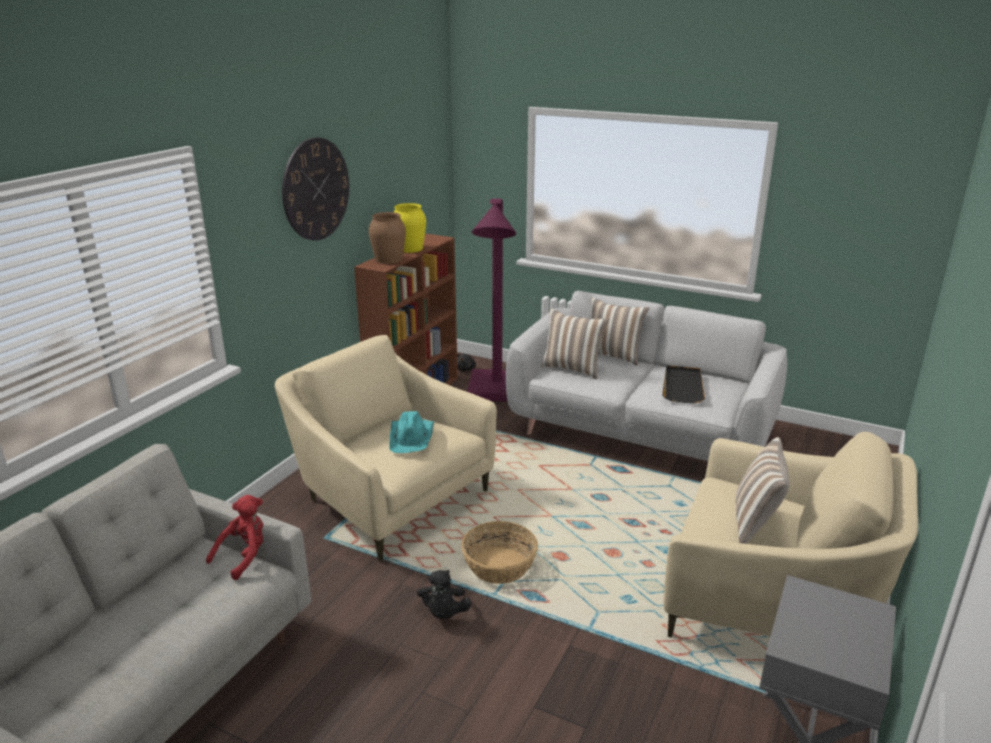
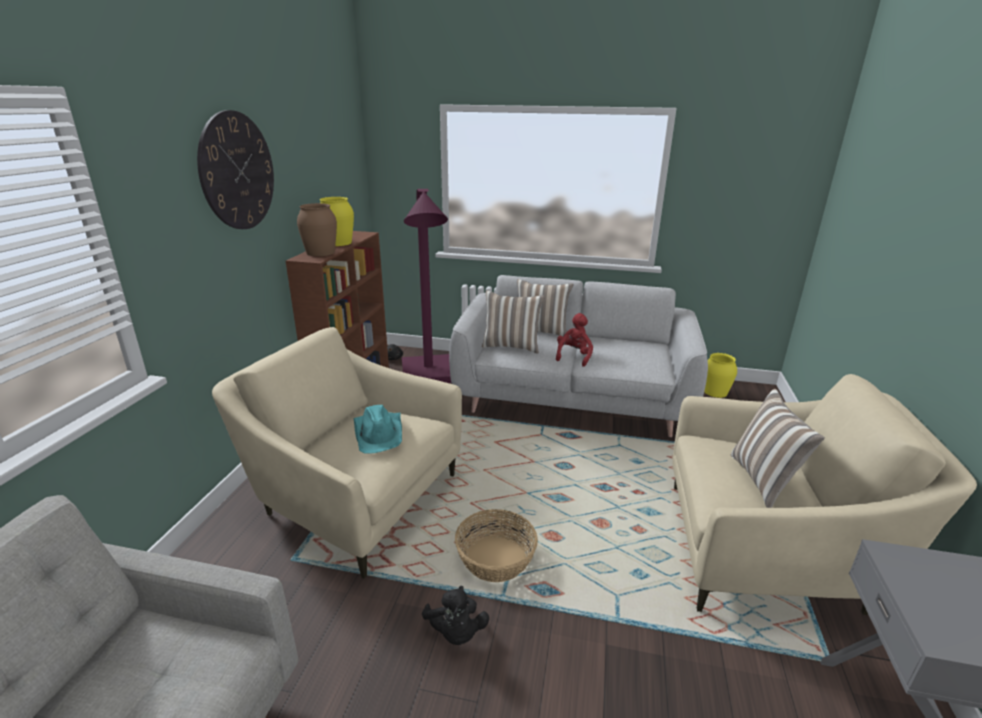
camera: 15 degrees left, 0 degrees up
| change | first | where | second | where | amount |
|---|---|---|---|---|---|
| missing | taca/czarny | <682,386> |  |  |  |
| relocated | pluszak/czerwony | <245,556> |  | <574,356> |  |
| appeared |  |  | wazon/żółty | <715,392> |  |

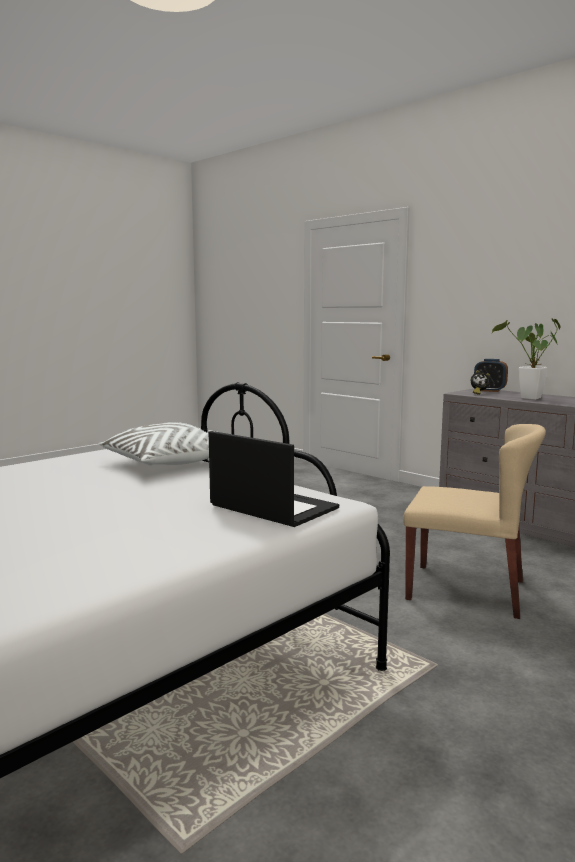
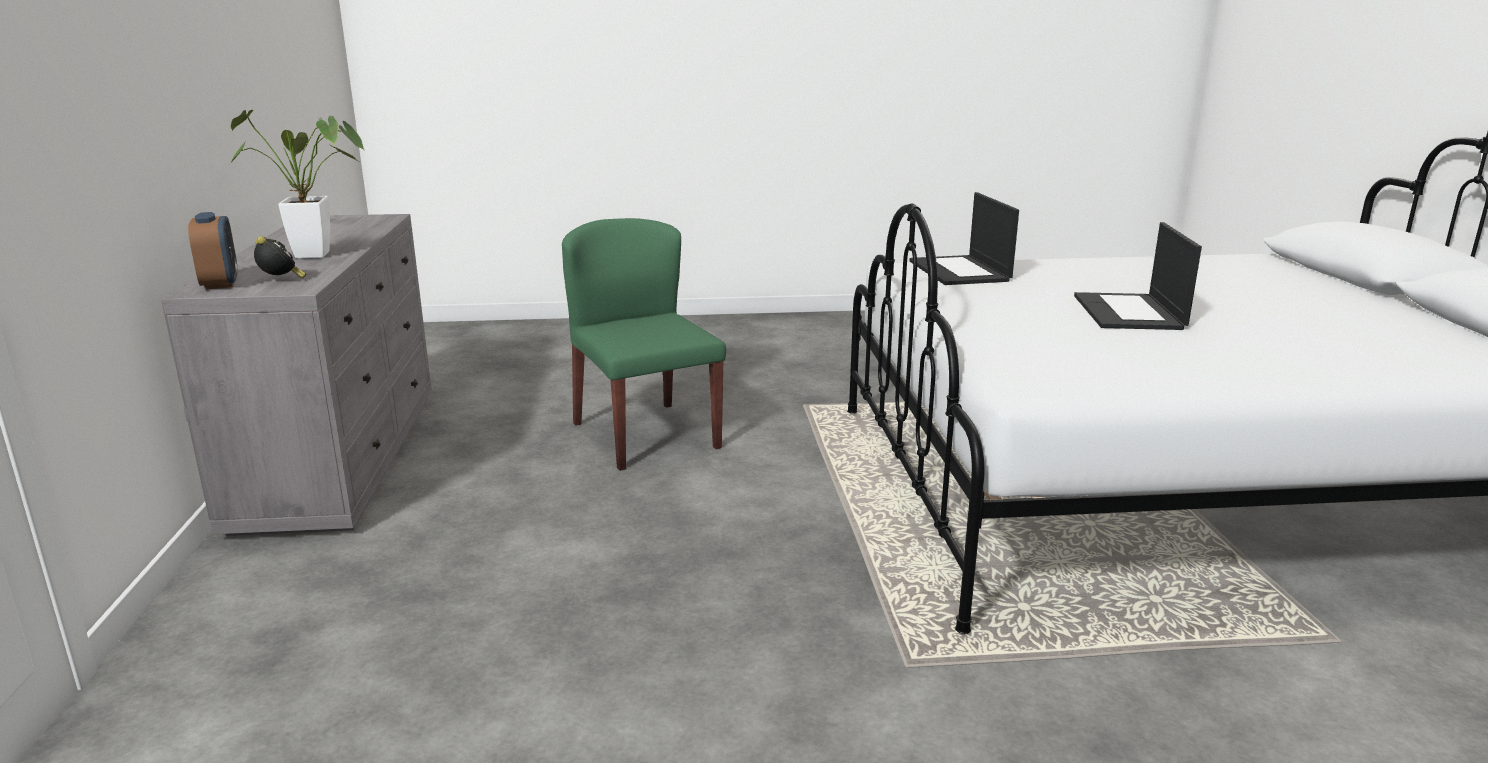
camera: 140 degrees left, 10 degrees up
| change | first | where | second | where | amount |
|---|---|---|---|---|---|
| missing | poduszka/biały | <164,464> |  |  |  |
| colour | krzesło/beżowy | <467,590> | krzesło/zielony | <645,434> |  |
| appeared |  |  | laptop | <1130,313> |  |

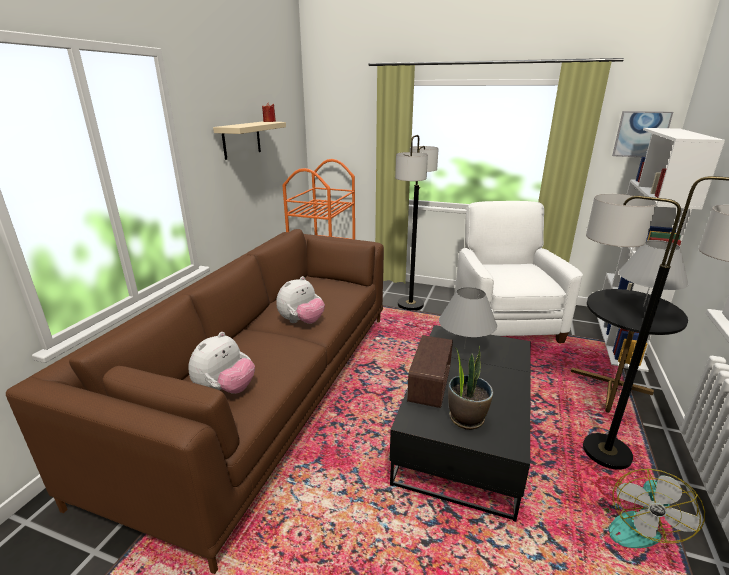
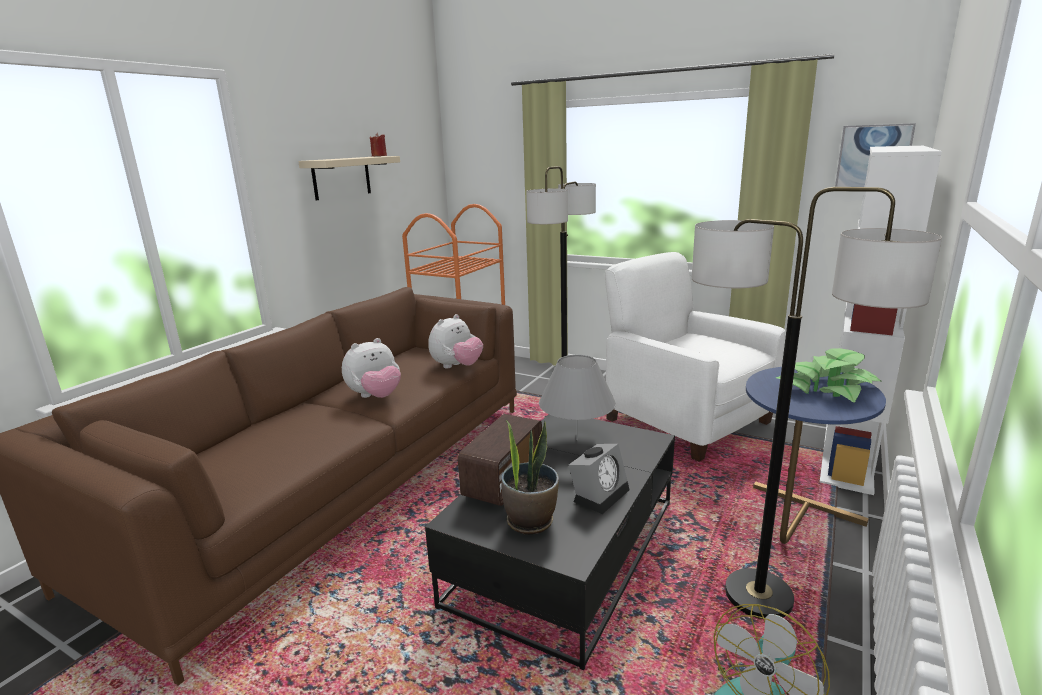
camera: 10 degrees right, 5 degrees down
| change | first | where | second | where | amount |
|---|---|---|---|---|---|
| spun | fotel/biały | <504,322> |  | <685,420> | 45 degrees counterclockwise |
| exchanged | lampa stołowa/szary | <643,306> | roślina doniczkowa | <827,388> |  |
| colour | stolik/czarny | <607,400> | stolik/niebieski | <793,527> |  |
| relocated | pluszak | <225,389> |  | <457,366> |  |
| appeared |  |  | budzik | <600,493> |  |

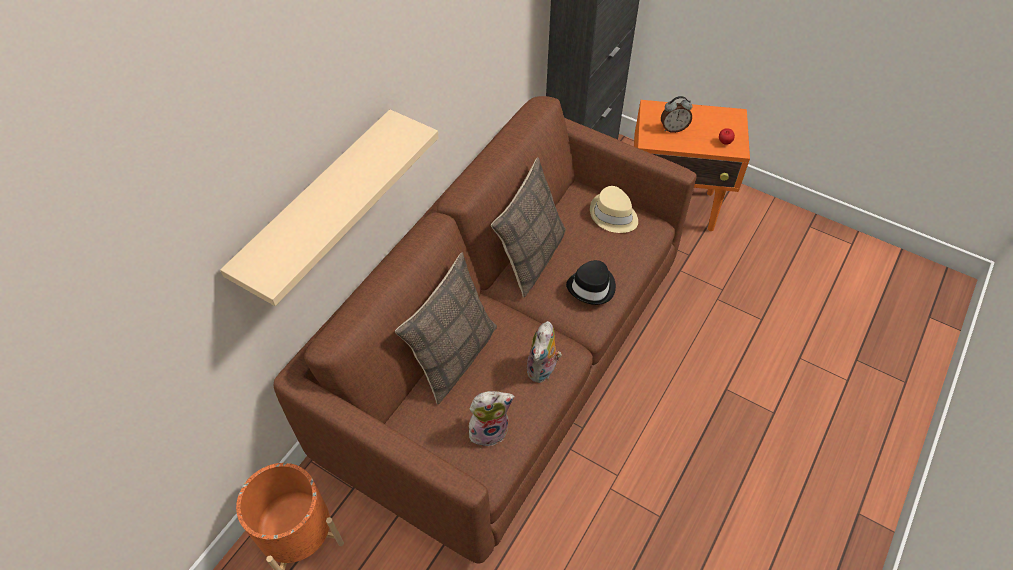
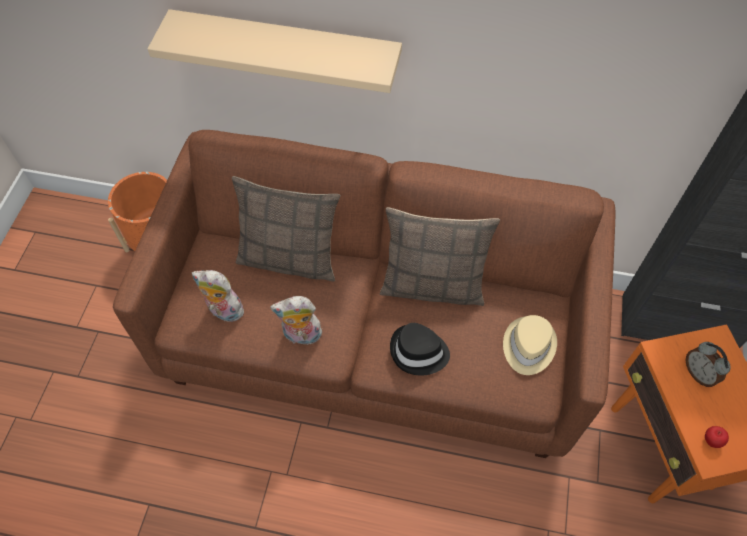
camera: 70 degrees right, 5 degrees up
| change | first | where | second | where | amount |
|---|---|---|---|---|---|
| spun | pluszak | <489,429> |  | <223,311> | 150 degrees clockwise |

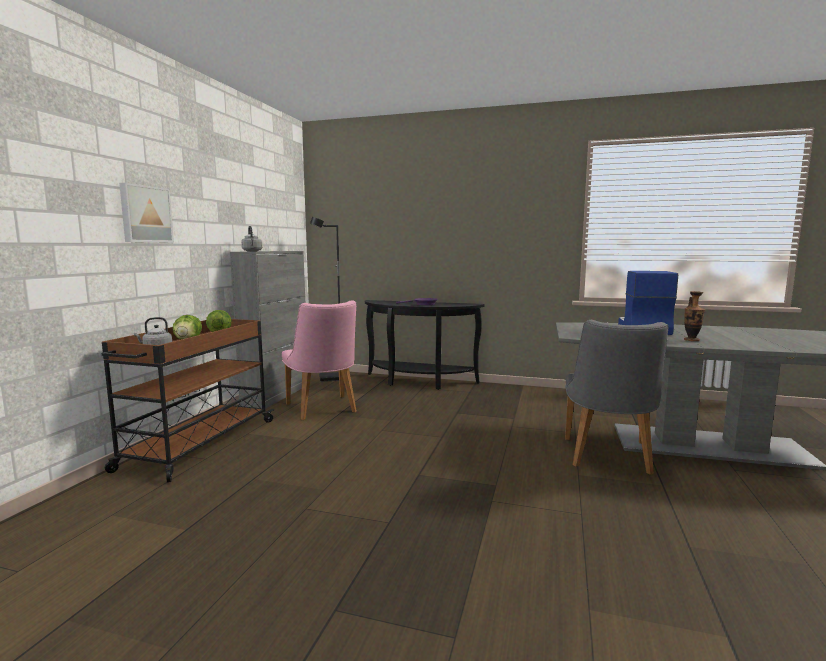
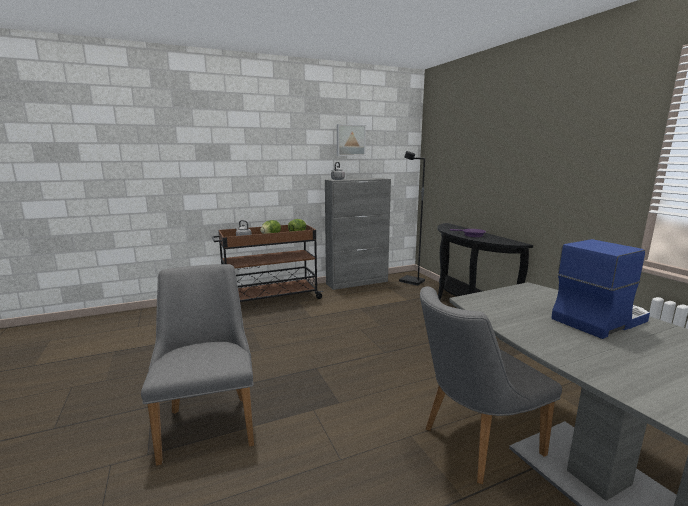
camera: 50 degrees right, 5 degrees up
| change | first | where | second | where | amount |
|---|---|---|---|---|---|
| relocated | obraz | <145,214> |  | <350,140> |  |
| missing | wazon | <691,340> |  |  |  |
| missing | krzesło/różowy | <324,409> |  |  |  |
| appeared |  |  | krzesło/szary | <209,420> |  |

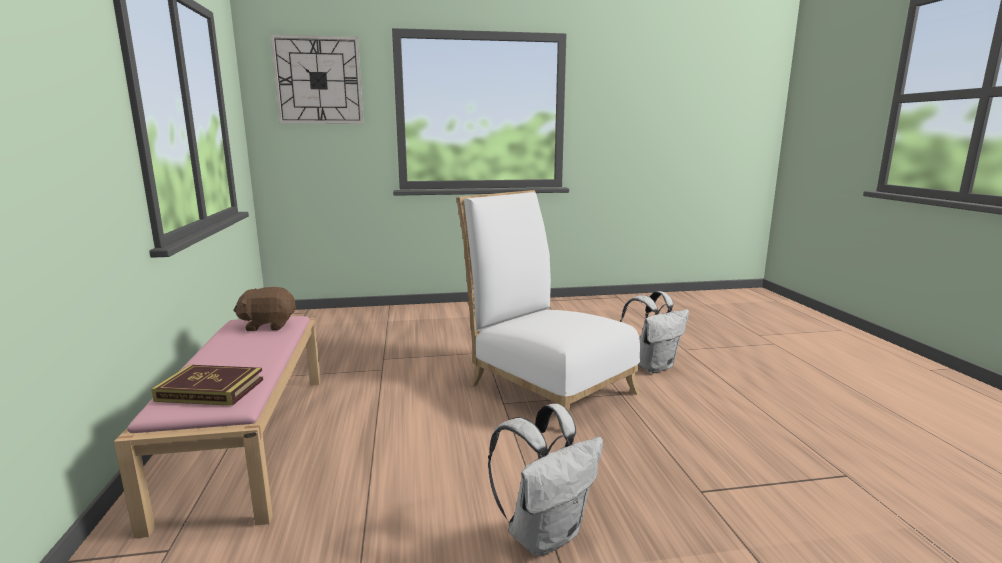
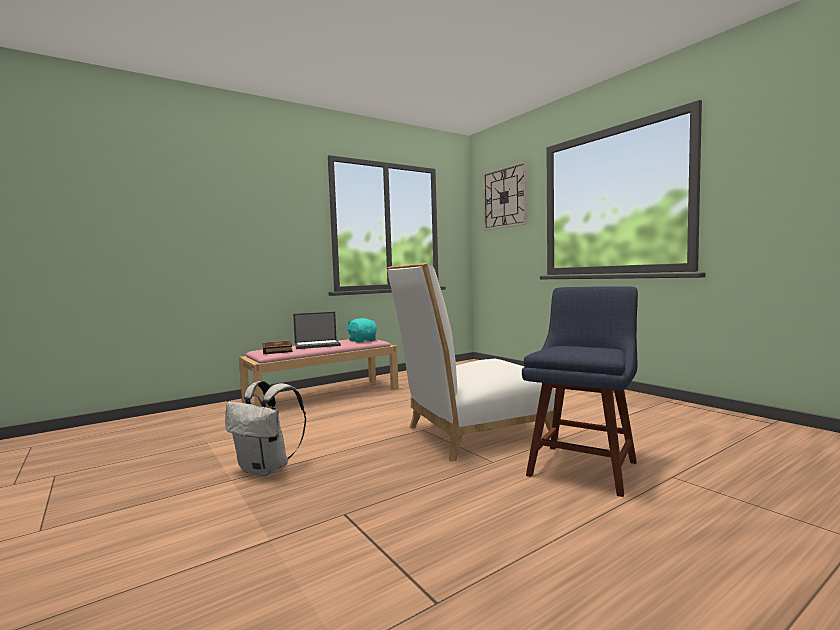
camera: 65 degrees right, 10 degrees down
| change | first | where | second | where | amount |
|---|---|---|---|---|---|
| spun | krzesło/biały | <545,385> |  | <471,434> | 135 degrees counterclockwise |
| colour | pluszak/brązowy | <268,325> | pluszak/turkusowy | <362,340> |  |
| exchanged | plecak/biały | <652,366> | krzesło/niebieski | <584,466> |  |
| appeared |  |  | laptop | <318,345> |  |

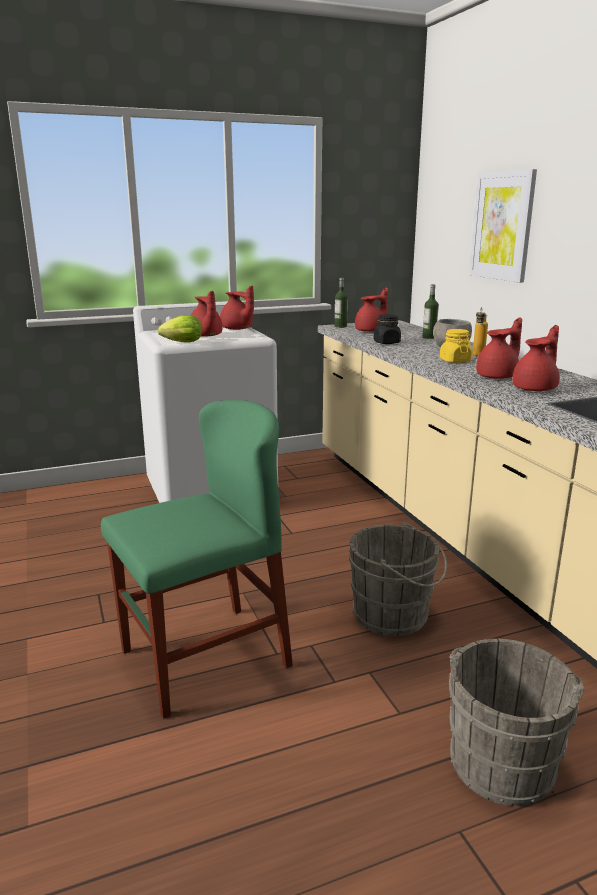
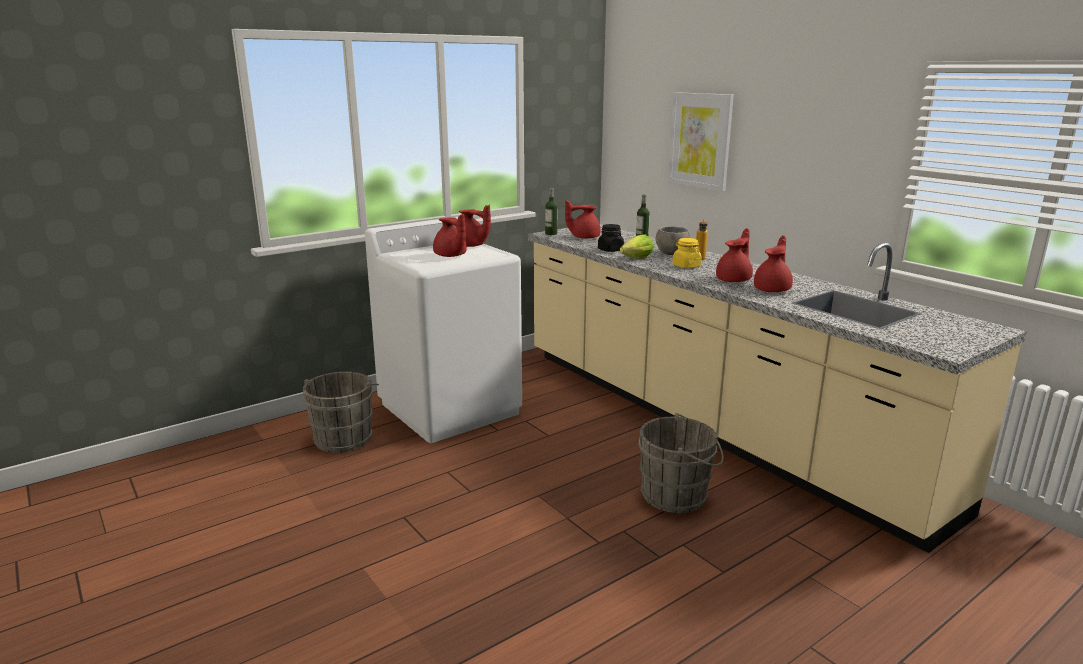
camera: 15 degrees left, 0 degrees up
| change | first | where | second | where | amount |
|---|---|---|---|---|---|
| spun | imbryk/czerwony | <371,330> |  | <584,237> | 135 degrees counterclockwise |
| relocated | sałata | <180,343> |  | <635,259> |  |
| missing | krzesło/zielony | <205,658> |  |  |  |
| relocated | wiadro/szary | <502,759> |  | <345,437> |  |

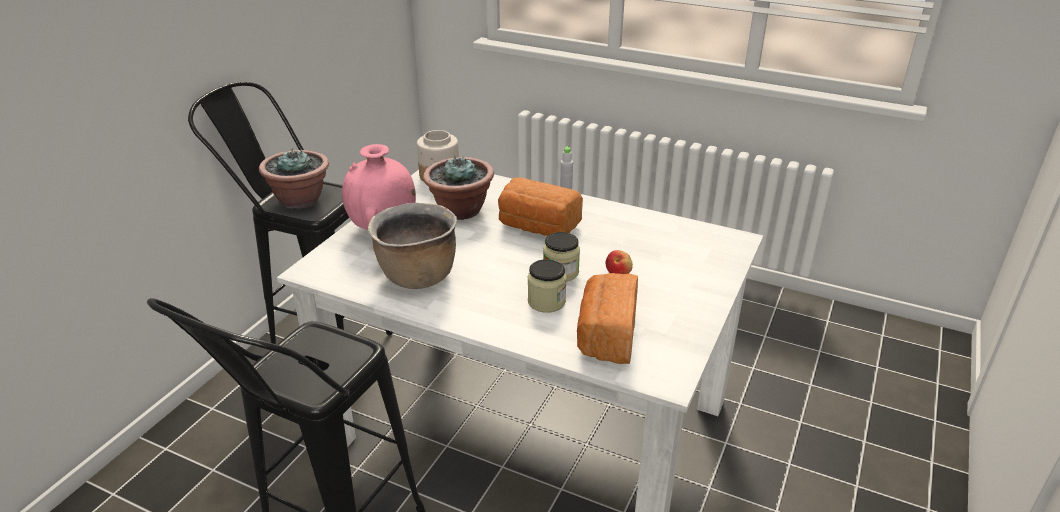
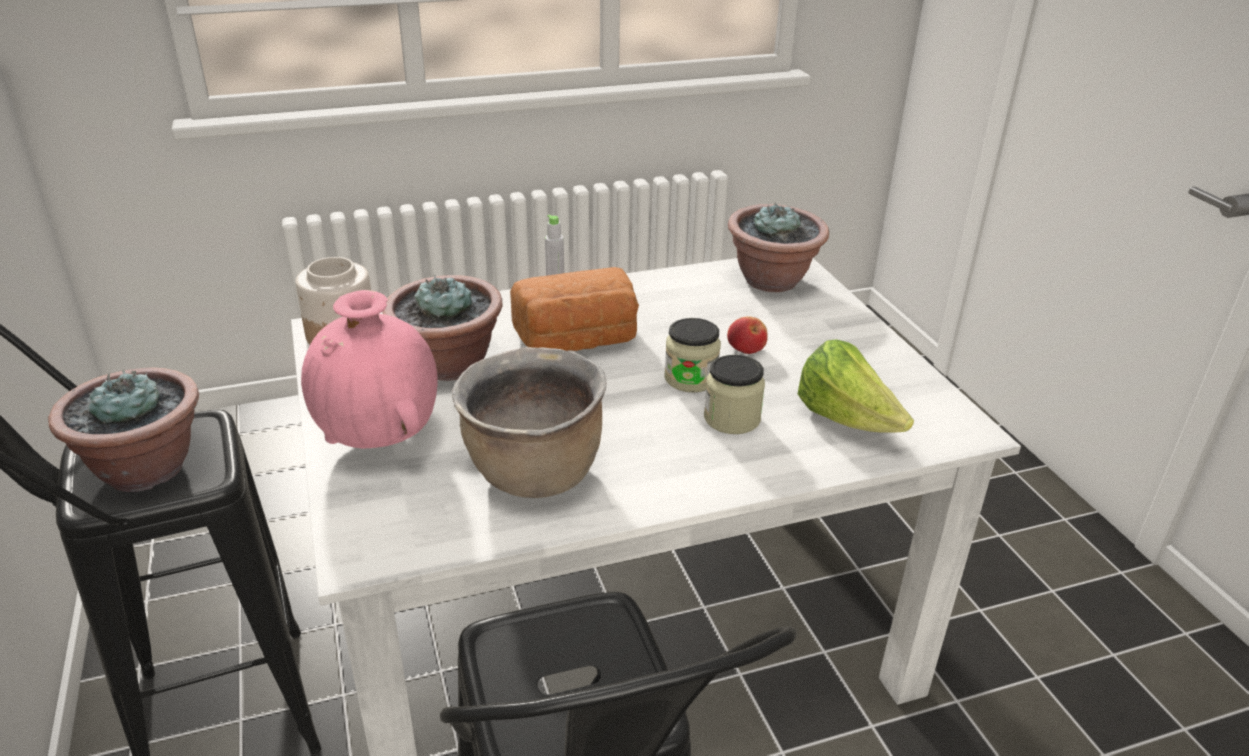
camera: 45 degrees left, 0 degrees up
| change | first | where | second | where | amount |
|---|---|---|---|---|---|
| exchanged | chleb | <606,335> | sałata | <846,420> |  |
| appeared |  |  | roślina doniczkowa | <772,280> |  |

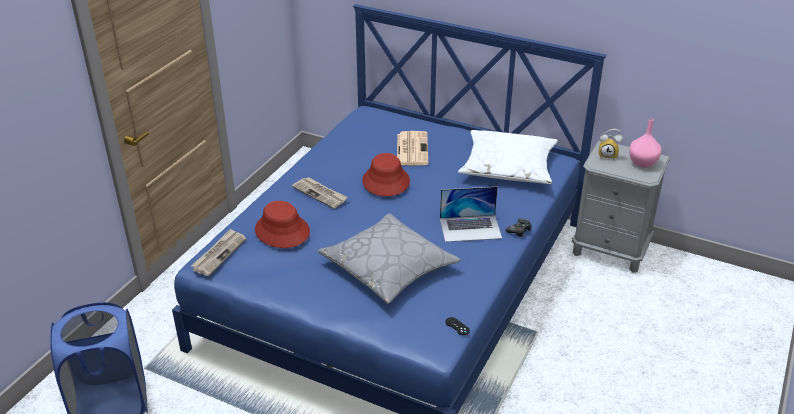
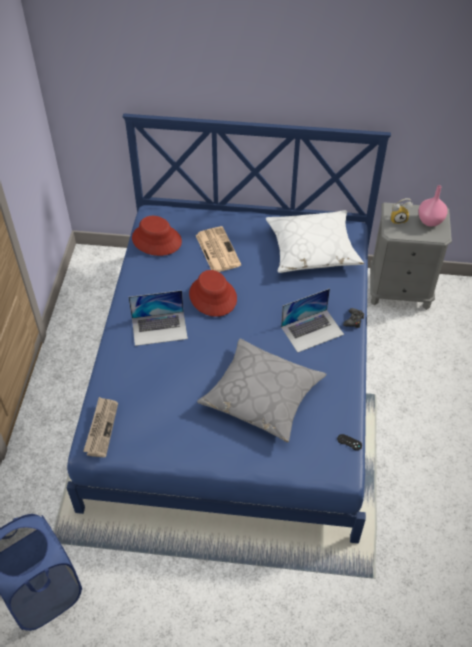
camera: 20 degrees left, 15 degrees up
| change | first | where | second | where | amount |
|---|---|---|---|---|---|
| exchanged | gazeta | <320,194> | laptop | <159,328> |  |
| relocated | kapelusz/czerwony | <282,231> |  | <156,240> |  |

